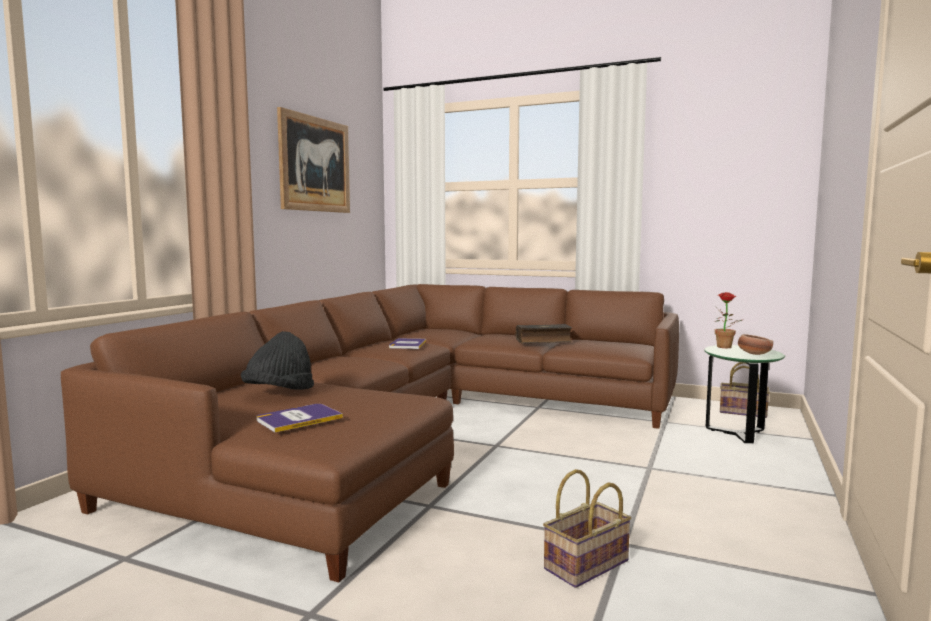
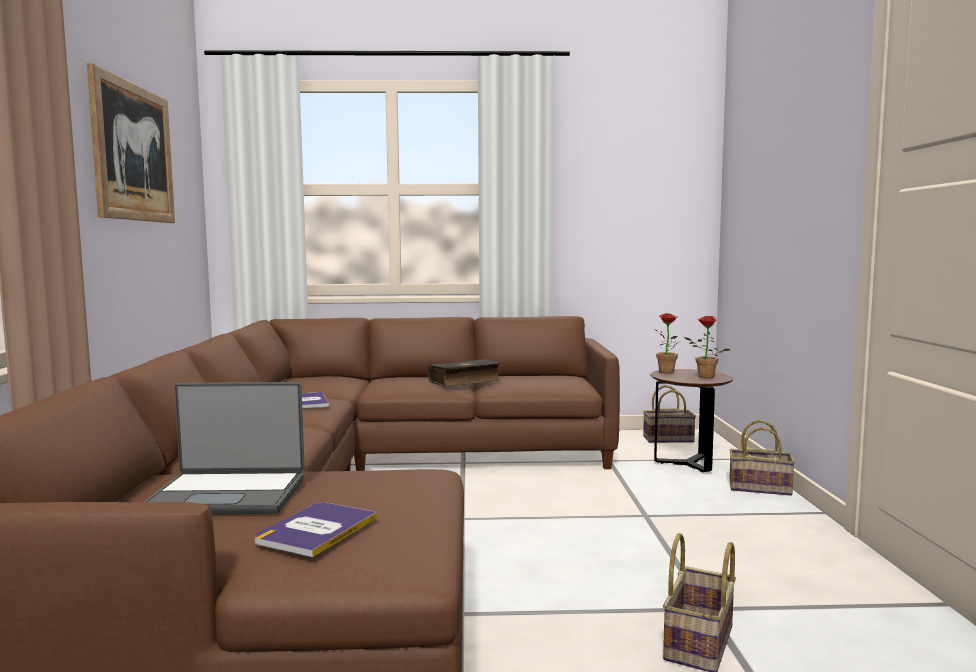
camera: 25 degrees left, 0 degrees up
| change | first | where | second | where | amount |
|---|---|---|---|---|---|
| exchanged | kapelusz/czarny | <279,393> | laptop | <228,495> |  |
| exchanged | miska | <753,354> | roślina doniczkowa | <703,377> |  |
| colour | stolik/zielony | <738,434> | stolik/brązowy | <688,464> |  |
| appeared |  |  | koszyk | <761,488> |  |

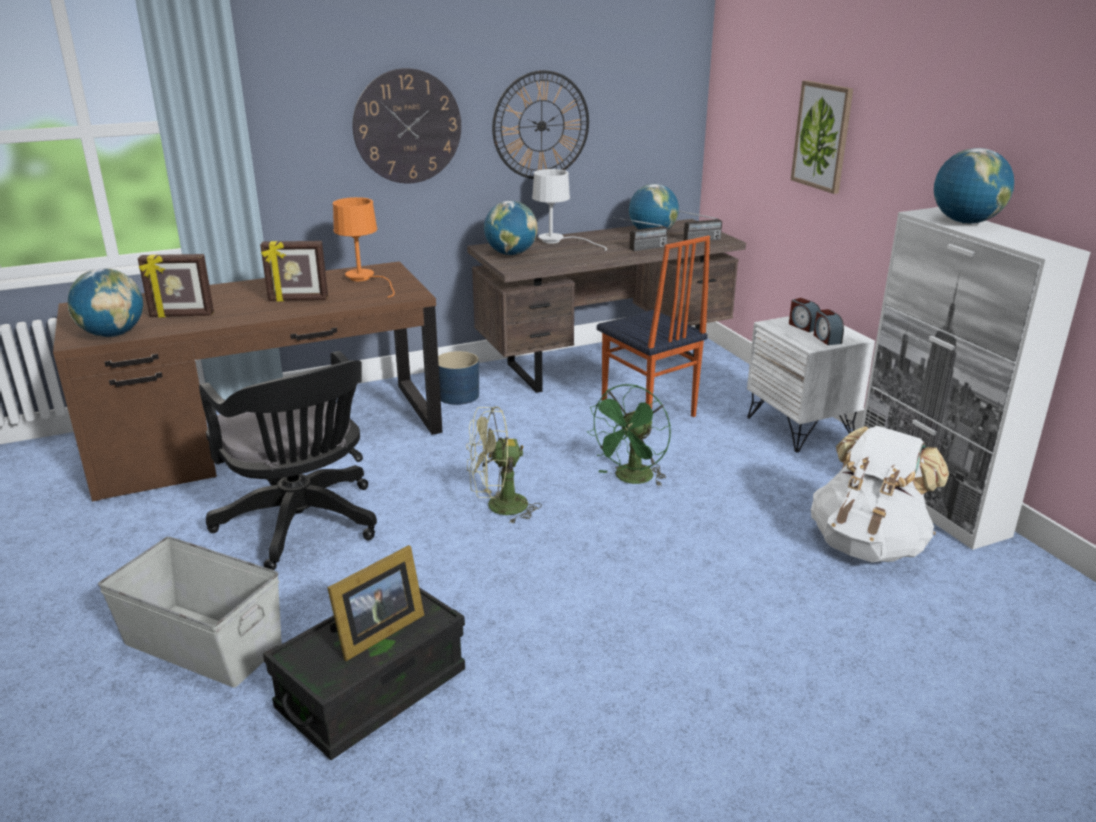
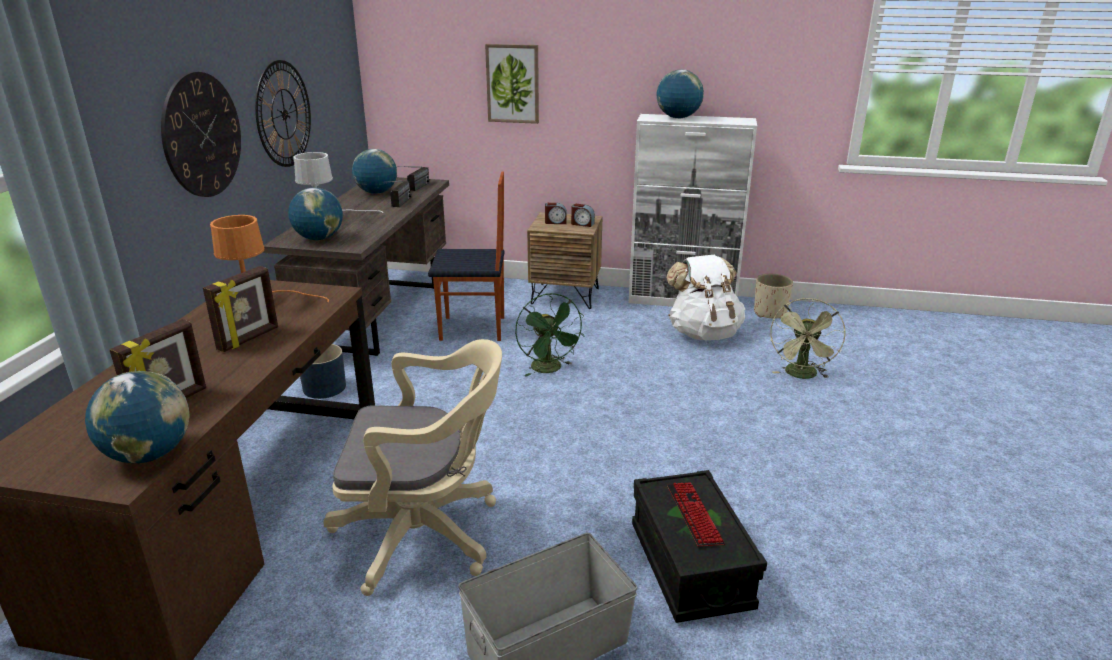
camera: 55 degrees left, 0 degrees up
| change | first | where | second | where | amount |
|---|---|---|---|---|---|
| colour | szafka nocna/biały | <800,428> | szafka nocna/brązowy | <565,296> |  |
| colour | krzesło biurowe/czarny | <303,526> | krzesło biurowe/beżowy | <426,535> |  |
| relocated | wentylator/zielony | <498,507> |  | <802,375> |  |
| exchanged | ramka na zdjęcie | <375,633> | klawiatura | <694,515> |  |
| appeared |  |  | donica/beżowy | <770,313> |  |

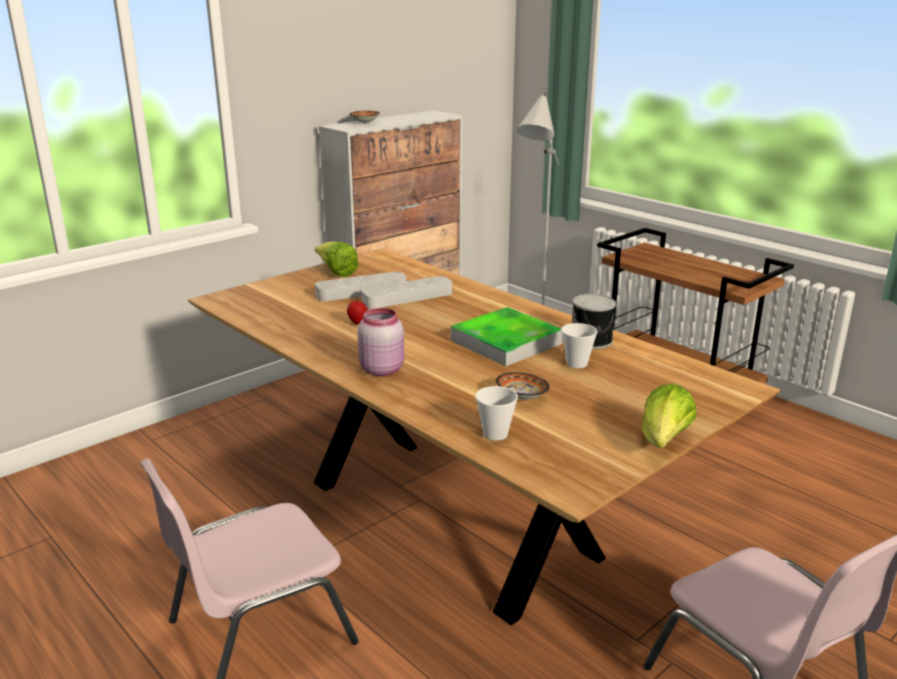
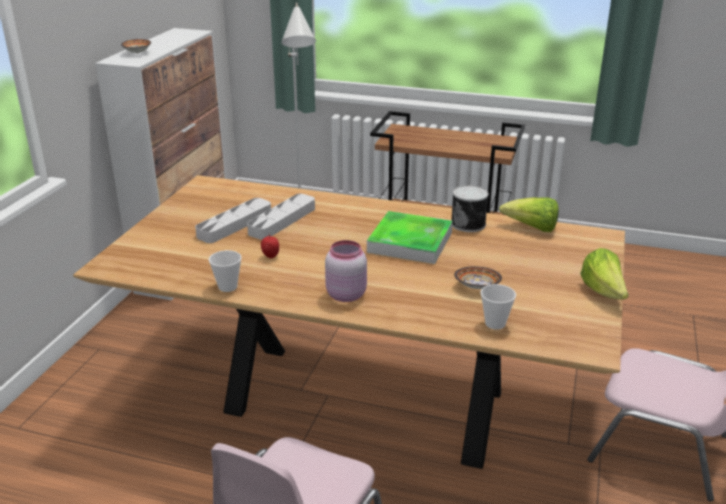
camera: 30 degrees left, 5 degrees up
| change | first | where | second | where | amount |
|---|---|---|---|---|---|
| relocated | sałata | <336,272> |  | <532,228> |  |
| relocated | filiżanka | <577,363> |  | <227,287> |  |

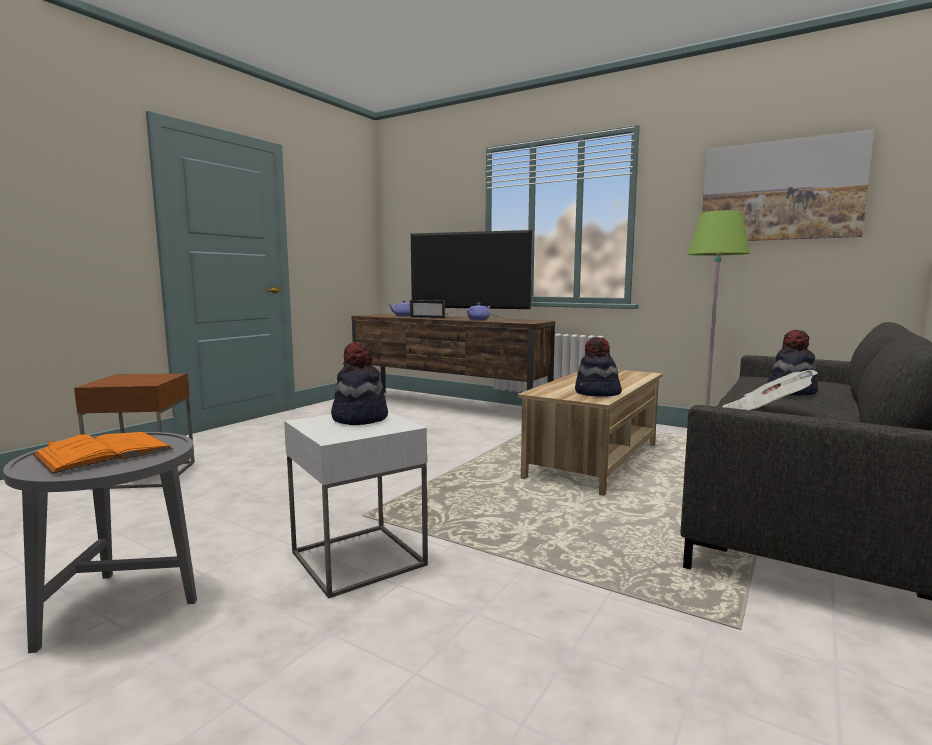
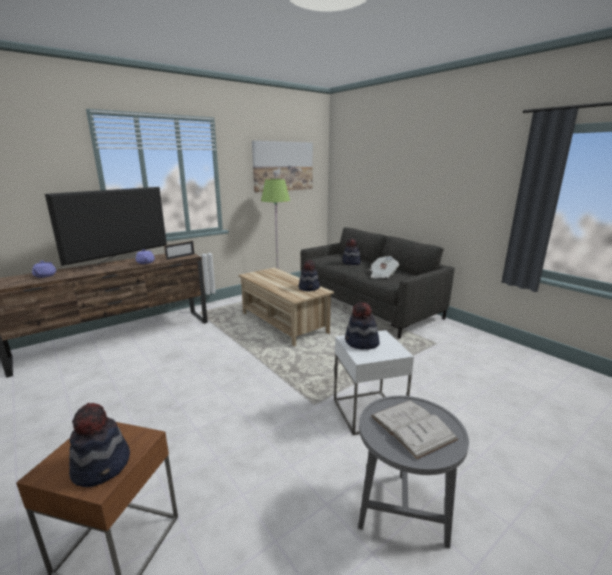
camera: 70 degrees left, 10 degrees up
| change | first | where | second | where | amount |
|---|---|---|---|---|---|
| relocated | ramka na zdjęcie | <427,318> |  | <180,257> |  |
| colour | książka/pomarańczowy | <104,452> | książka/biały | <412,427> |  |
| appeared |  |  | kapelusz | <102,466> |  |

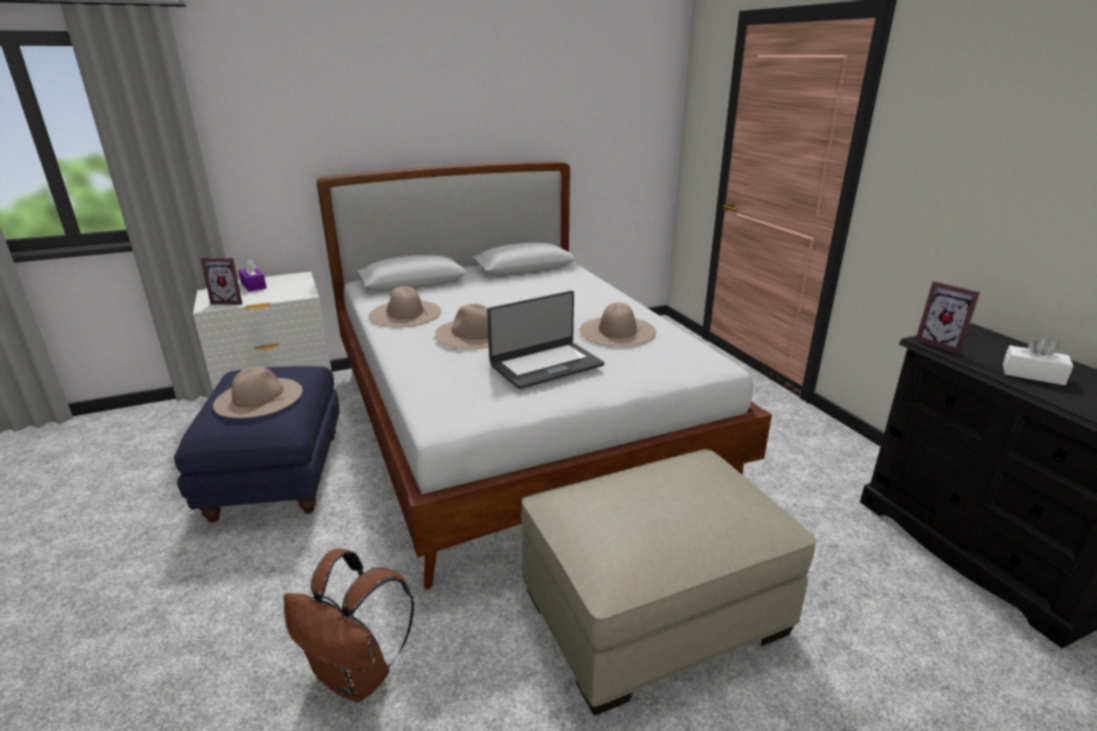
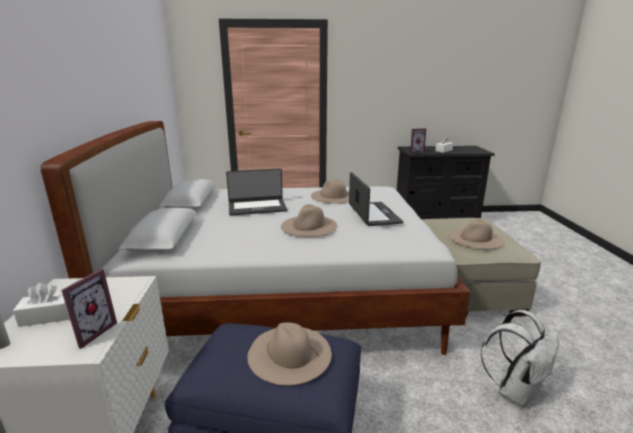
camera: 70 degrees left, 5 degrees down
| change | first | where | second | where | amount |
|---|---|---|---|---|---|
| colour | pudełko chusteczek/fioletowy | <253,285> | pudełko chusteczek/biały | <48,316> |  |
| relocated | kapelusz/beżowy | <405,313> |  | <476,238> |  |
| colour | plecak/brązowy | <357,675> | plecak/biały | <515,391> |  |
| appeared |  |  | laptop | <257,207> |  |

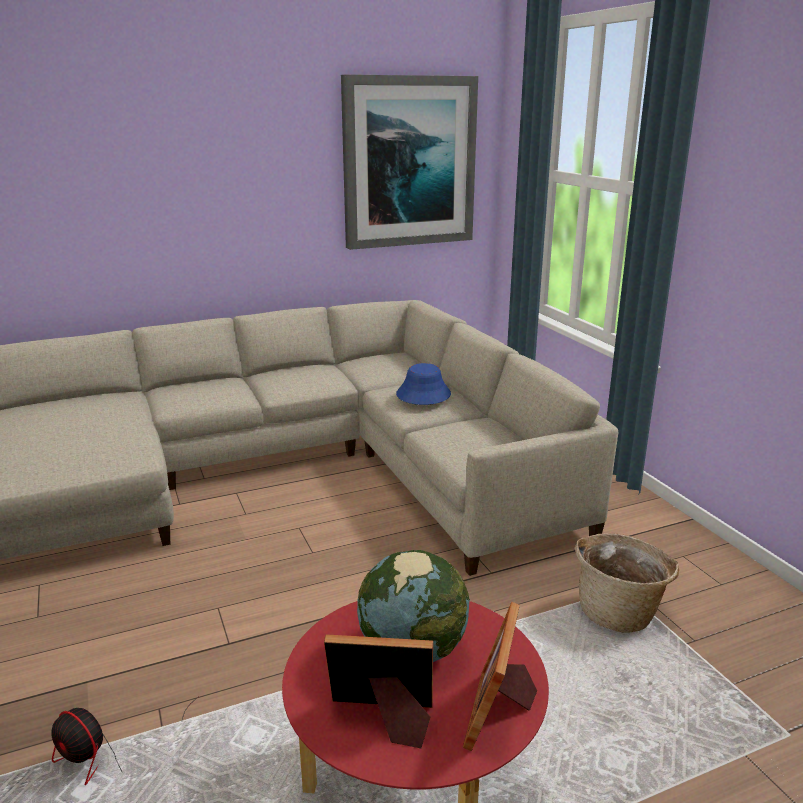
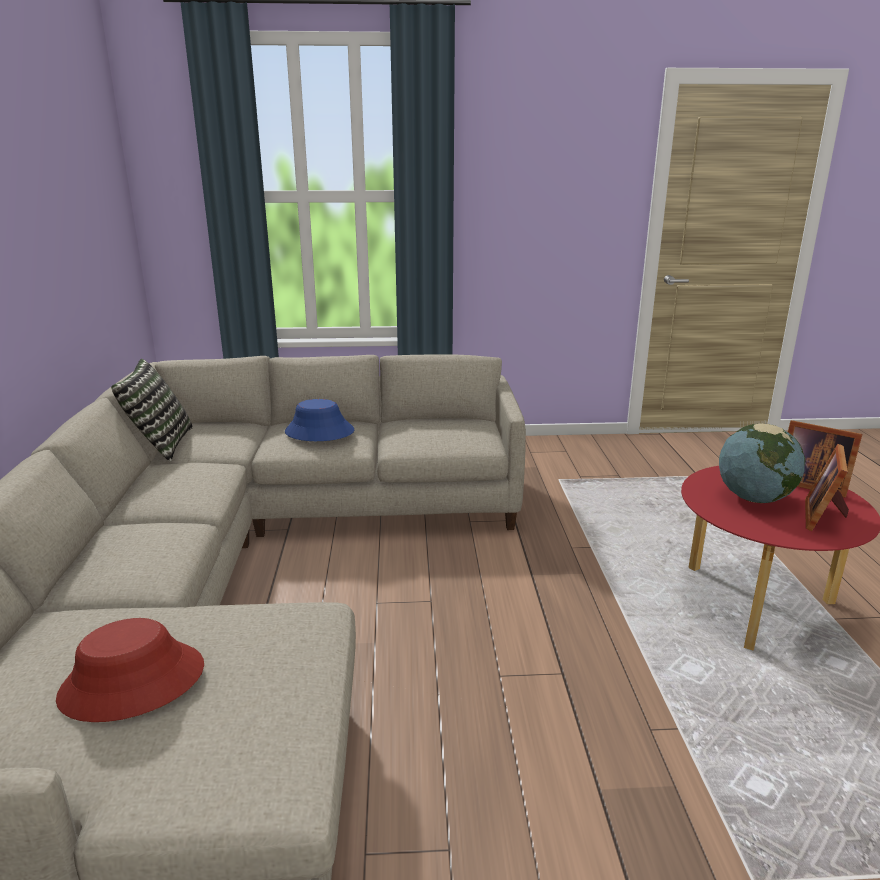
camera: 70 degrees left, 0 degrees up
| change | first | where | second | where | amount |
|---|---|---|---|---|---|
| missing | obraz | <408,162> |  |  |  |
| missing | koszyk | <619,612> |  |  |  |
| missing | wentylator | <113,757> |  |  |  |
| appeared |  |  | poduszka | <160,444> |  |
| appeared |  |  | kapelusz/czerwony | <132,682> |  |

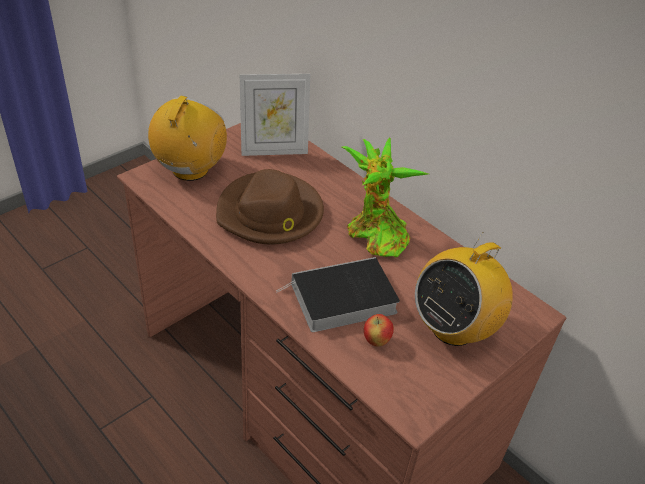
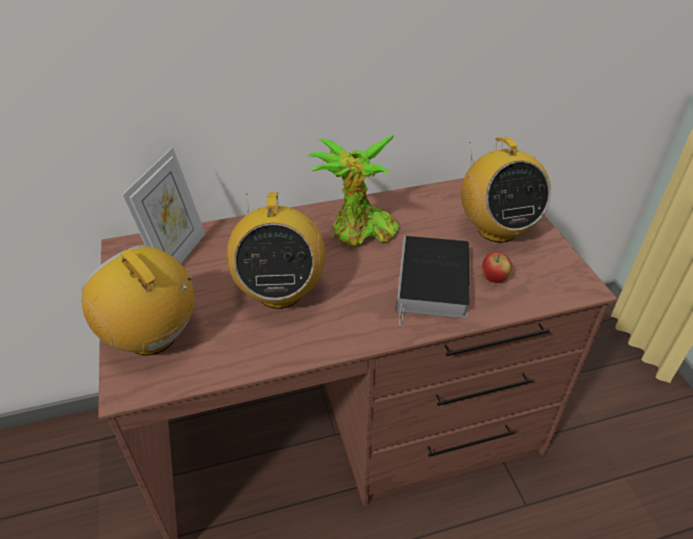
camera: 60 degrees left, 0 degrees up
| change | first | where | second | where | amount |
|---|---|---|---|---|---|
| exchanged | kapelusz/brązowy | <270,213> | radio | <280,292> |  |

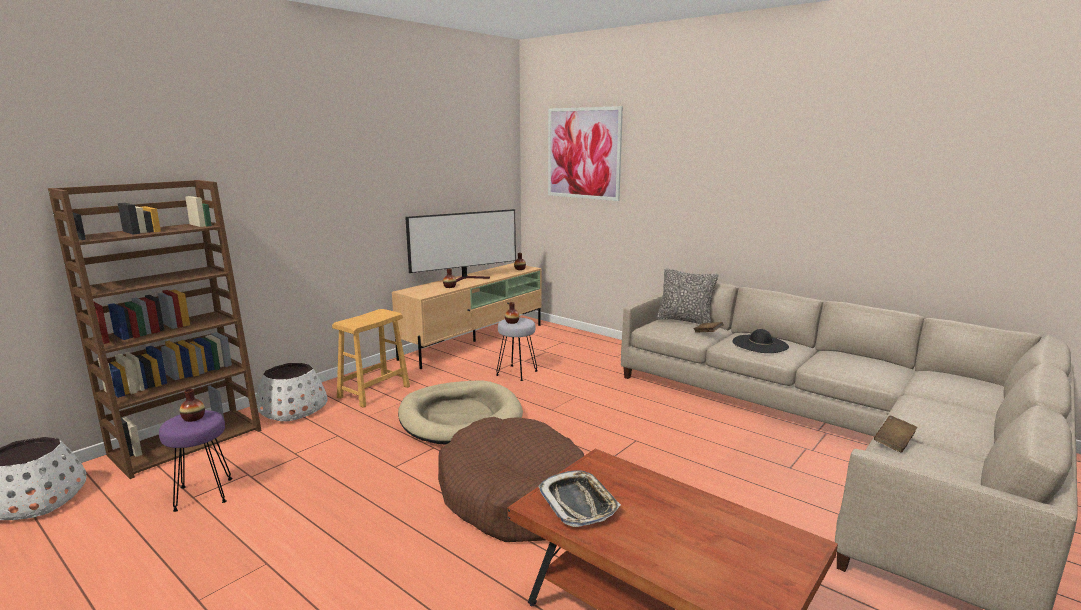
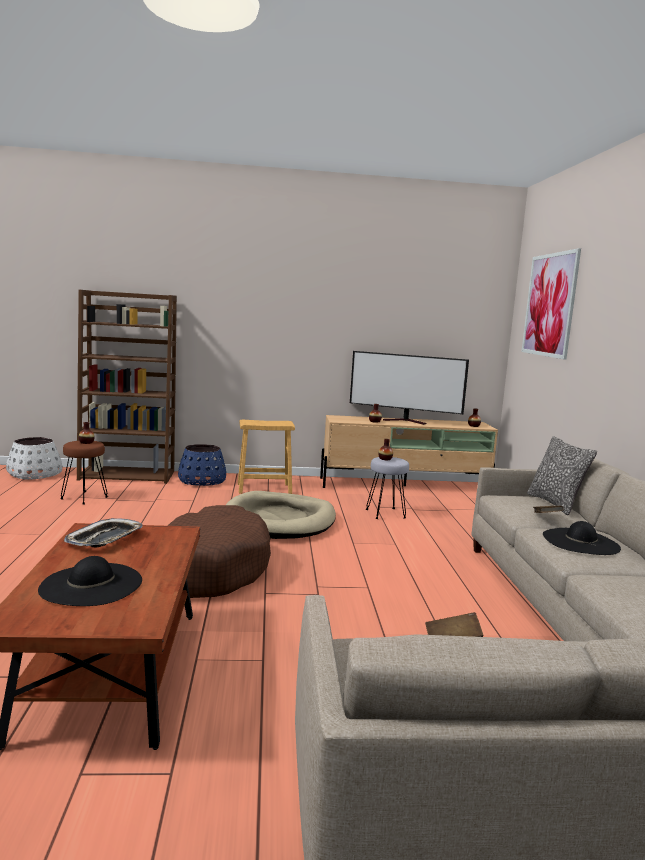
camera: 45 degrees right, 5 degrees down
| change | first | where | second | where | amount |
|---|---|---|---|---|---|
| colour | donica/biały | <293,410> | donica/niebieski | <202,481> |  |
| colour | stołek/fioletowy | <204,494> | stołek/brązowy | <85,498> |  |
| appeared |  |  | kapelusz/czarny | <91,584> |  |

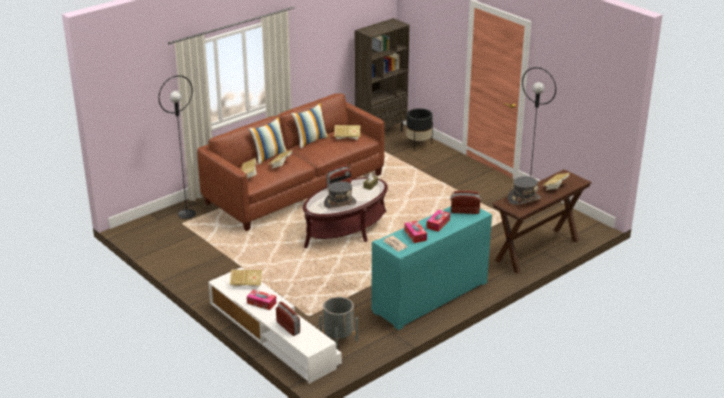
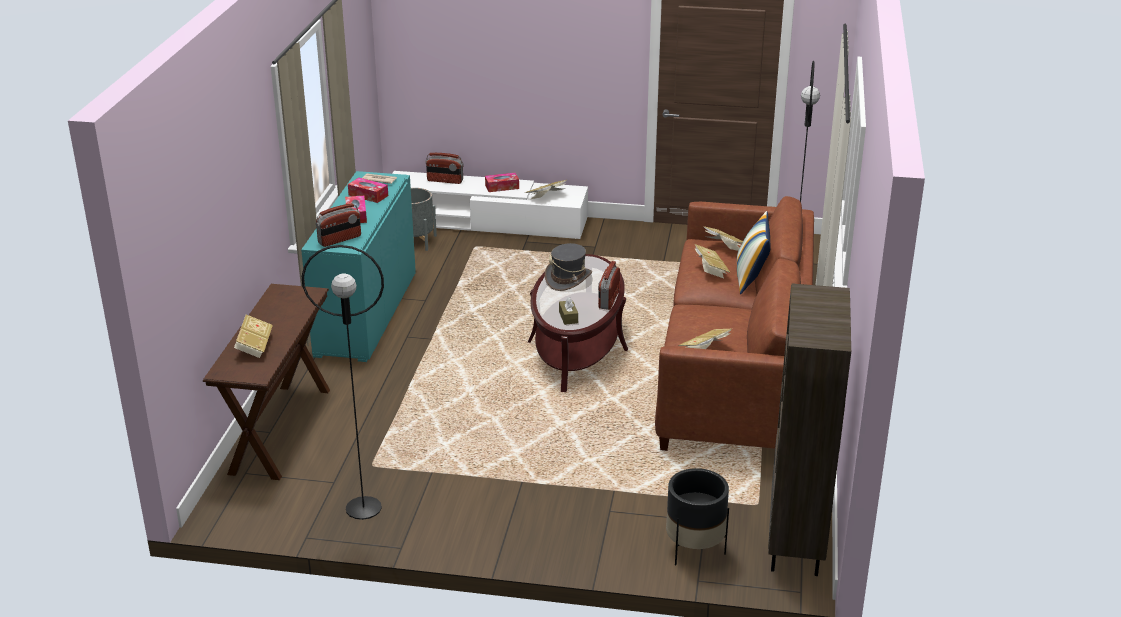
camera: 140 degrees right, 0 degrees up
| change | first | where | second | where | amount |
|---|---|---|---|---|---|
| missing | poduszka | <311,140> |  |  |  |
| missing | kapelusz/szary | <524,199> |  |  |  |

